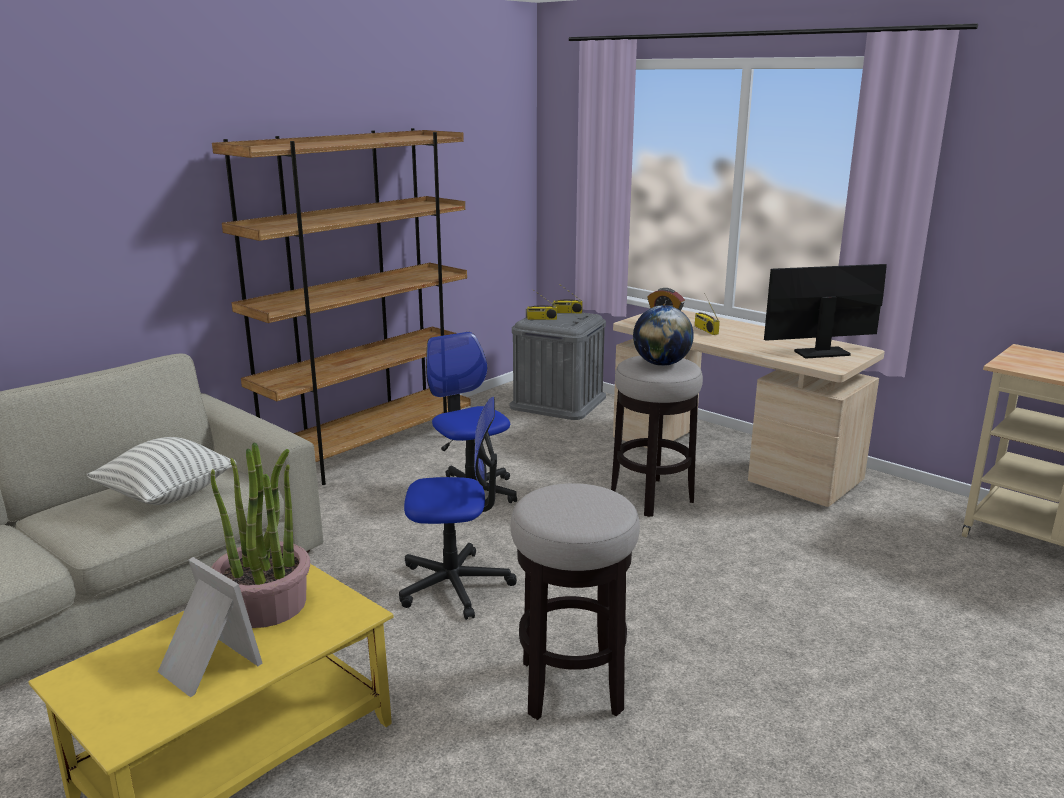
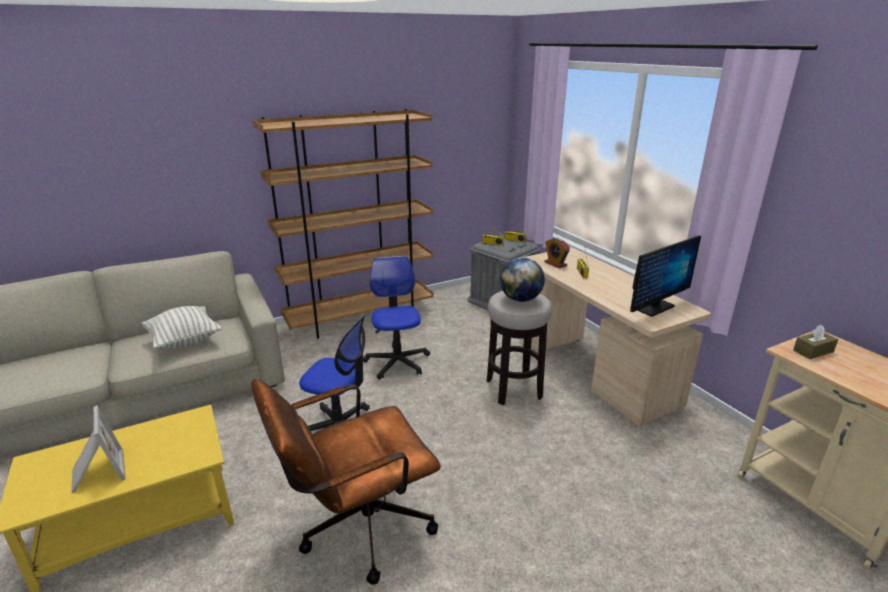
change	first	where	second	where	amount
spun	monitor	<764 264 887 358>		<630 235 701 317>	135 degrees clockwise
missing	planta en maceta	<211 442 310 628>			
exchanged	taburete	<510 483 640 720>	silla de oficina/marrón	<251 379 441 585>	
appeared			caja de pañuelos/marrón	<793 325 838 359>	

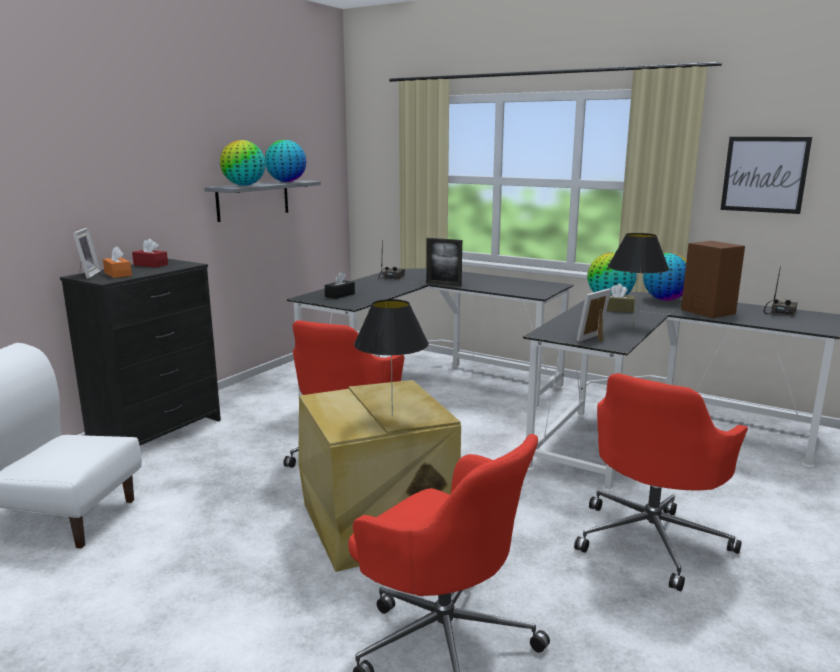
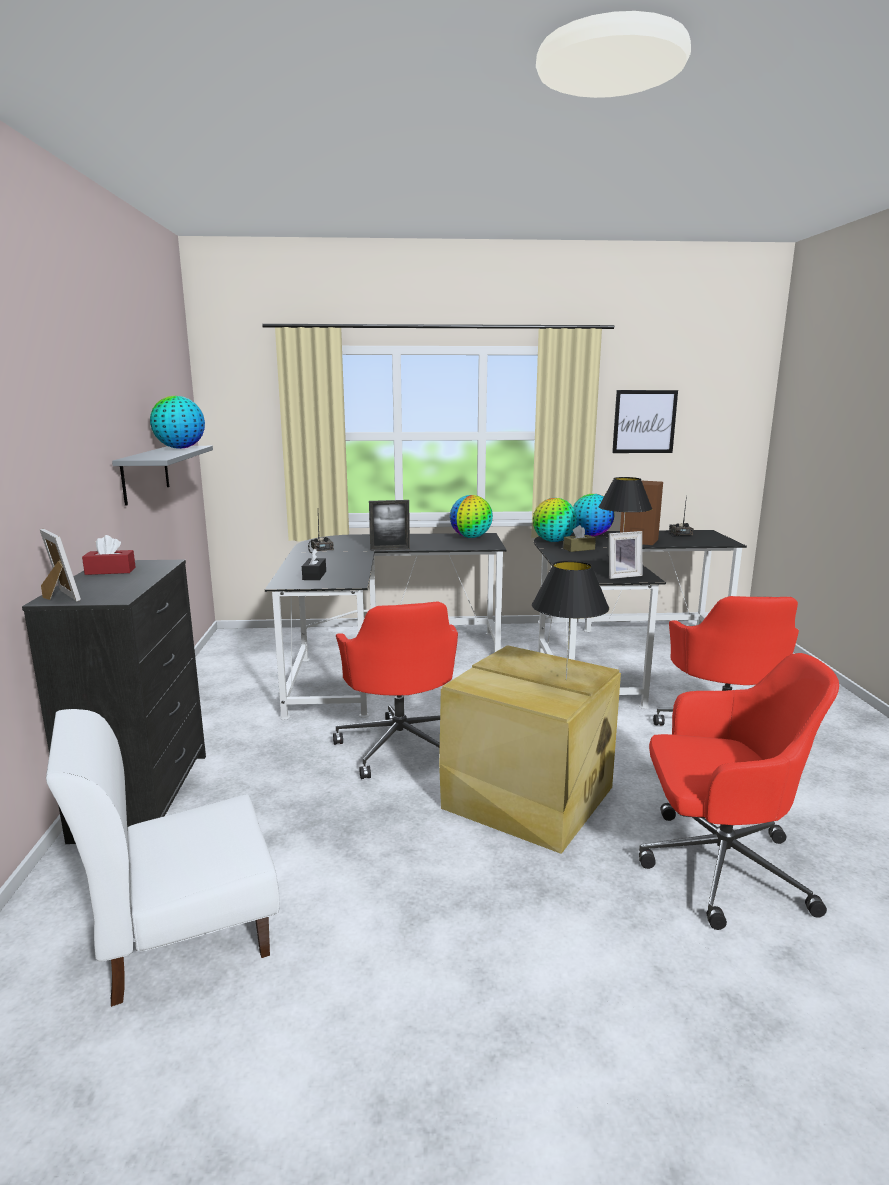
change	first	where	second	where	amount
relocated	globo terráqueo	<220 140 266 186>		<450 495 493 538>	
missing	caja de pañuelos/naranja	<103 246 132 278>			
spun	portarretratos	<576 288 611 342>		<609 531 642 579>	120 degrees counterclockwise

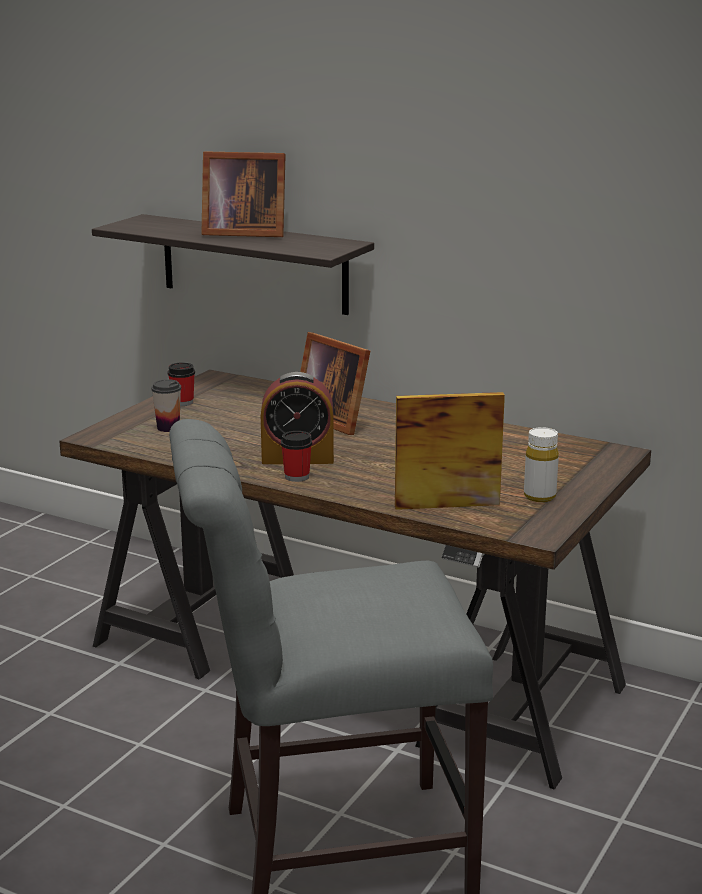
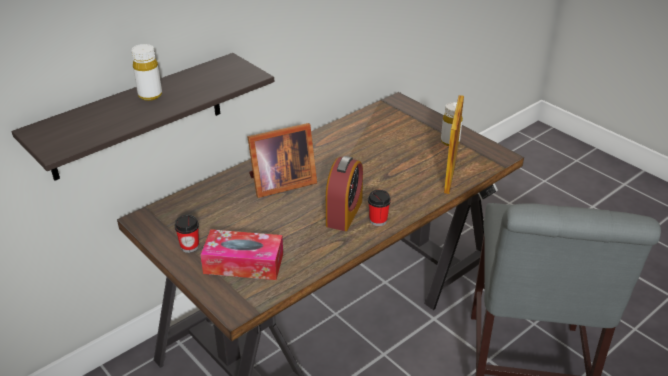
change	first	where	second	where	amount
exchanged	portarretratos	<201 151 286 237>	botella/blanco	<132 44 162 101>	
exchanged	taza	<151 379 181 432>	caja de pañuelos	<200 229 283 280>	

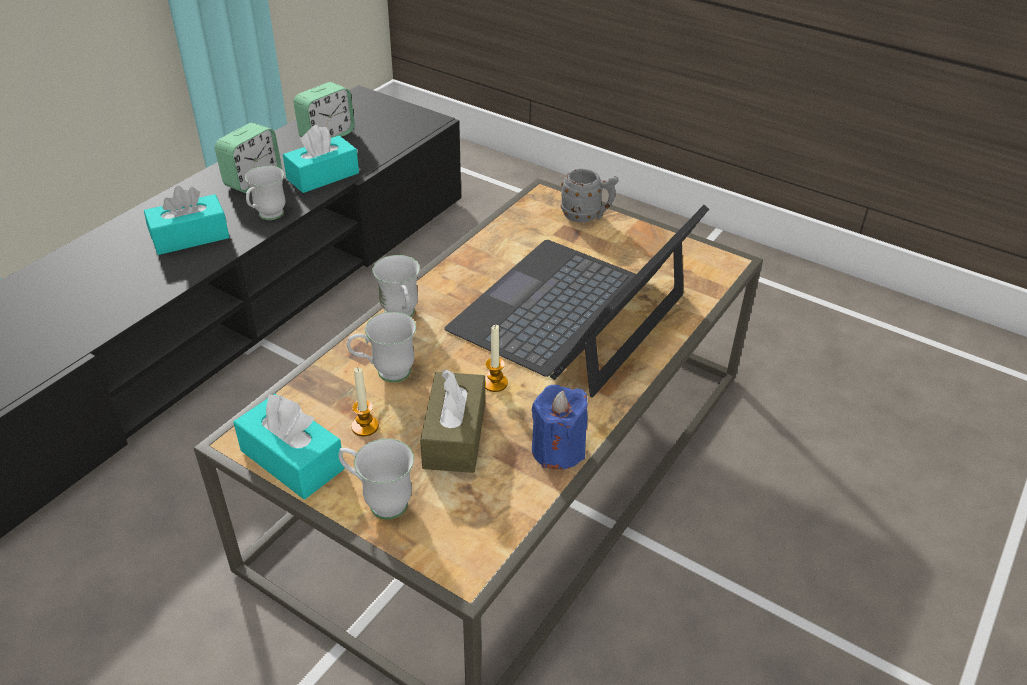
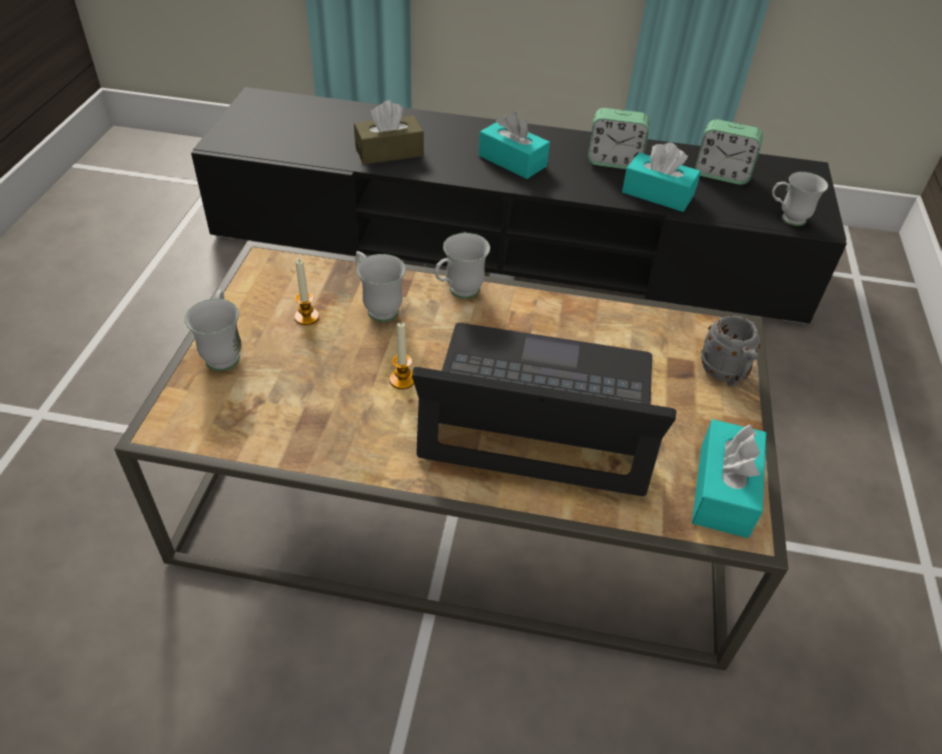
change	first	where	second	where	amount
relocated	taza grande/blanco	<245 166 285 220>		<772 172 828 226>	
relocated	caja de pañuelos/marrón	<420 369 485 473>		<354 100 424 164>	
missing	vela/azul	<532 385 588 469>			
relocated	caja de pañuelos/turquesa	<233 394 345 499>		<692 419 766 538>	

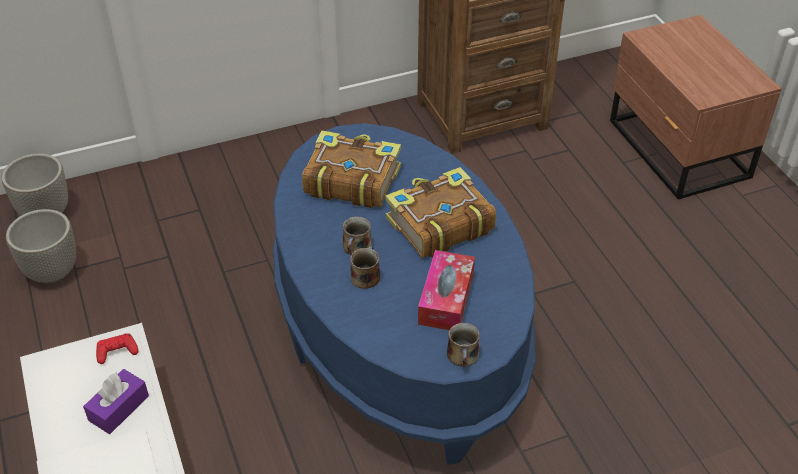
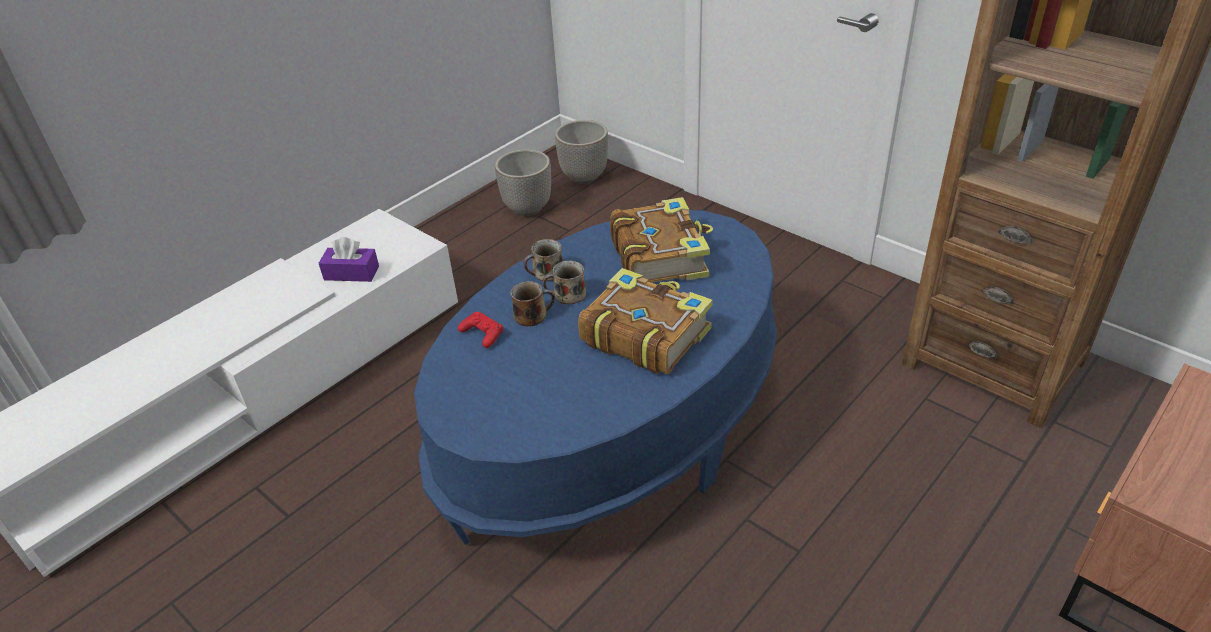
change	first	where	second	where	amount
missing	caja de pañuelos	<418 250 475 330>			
relocated	taza grande	<447 323 480 367>		<523 239 563 281>	
relocated	mando de consola/rojo	<96 333 139 364>		<458 312 503 348>	

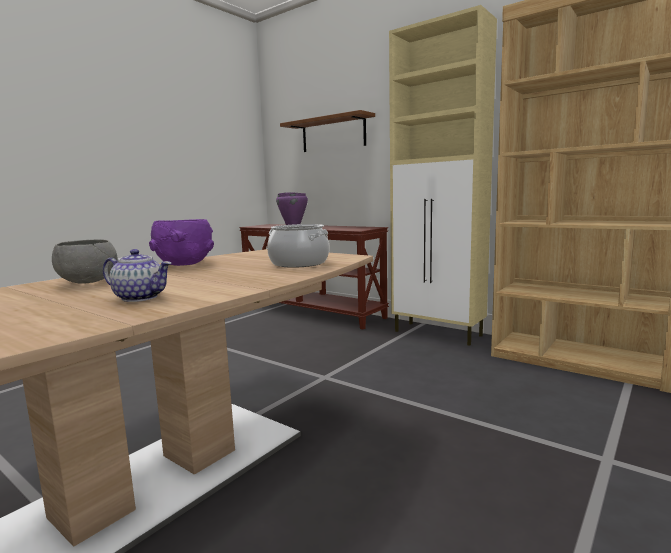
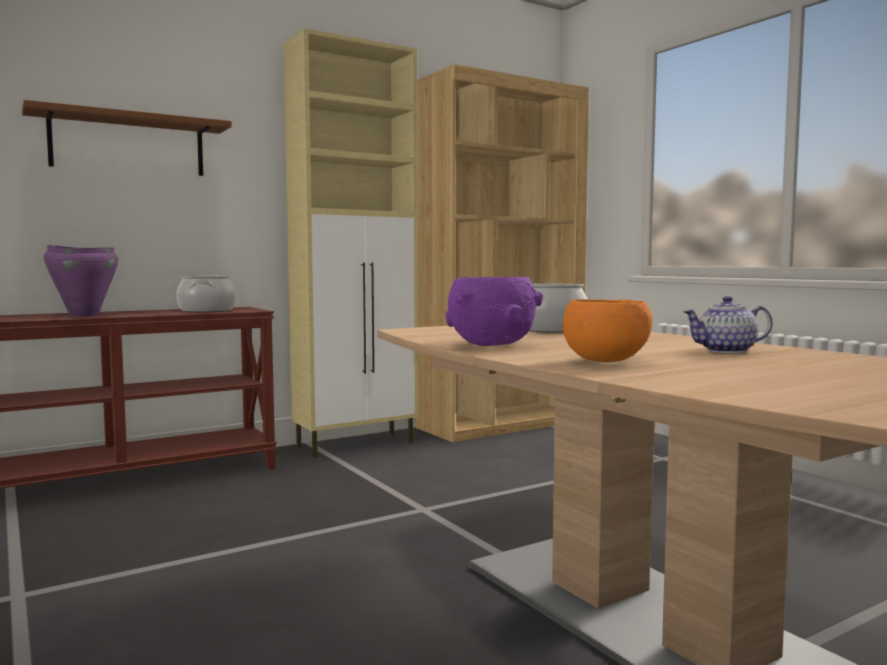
change	first	where	second	where	amount
colour	cuenco/gris	<52 240 117 284>	cuenco/naranja	<563 299 653 362>	
spun	tetera	<103 249 171 302>		<683 296 773 353>	135 degrees counterclockwise
appeared			olla	<176 276 236 312>	

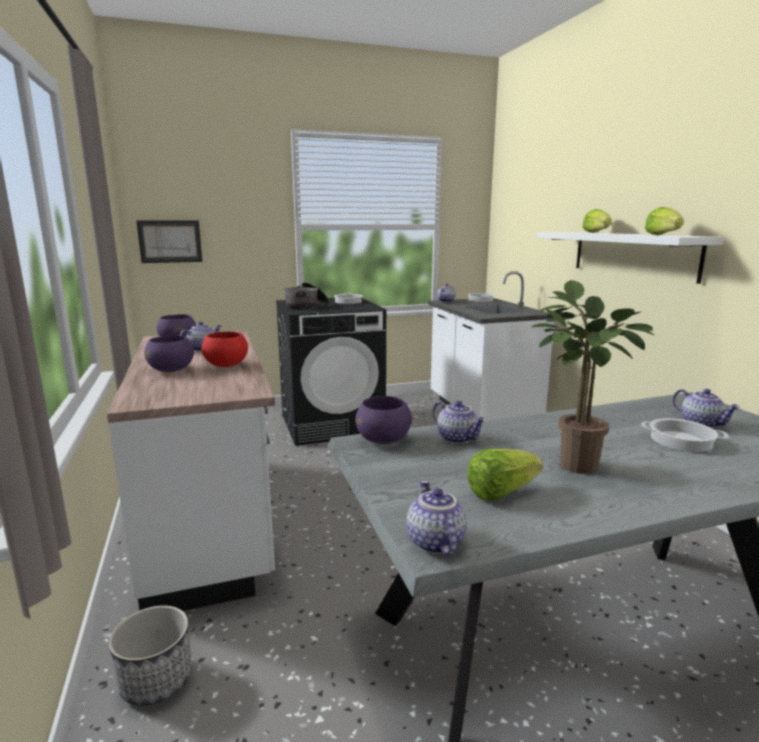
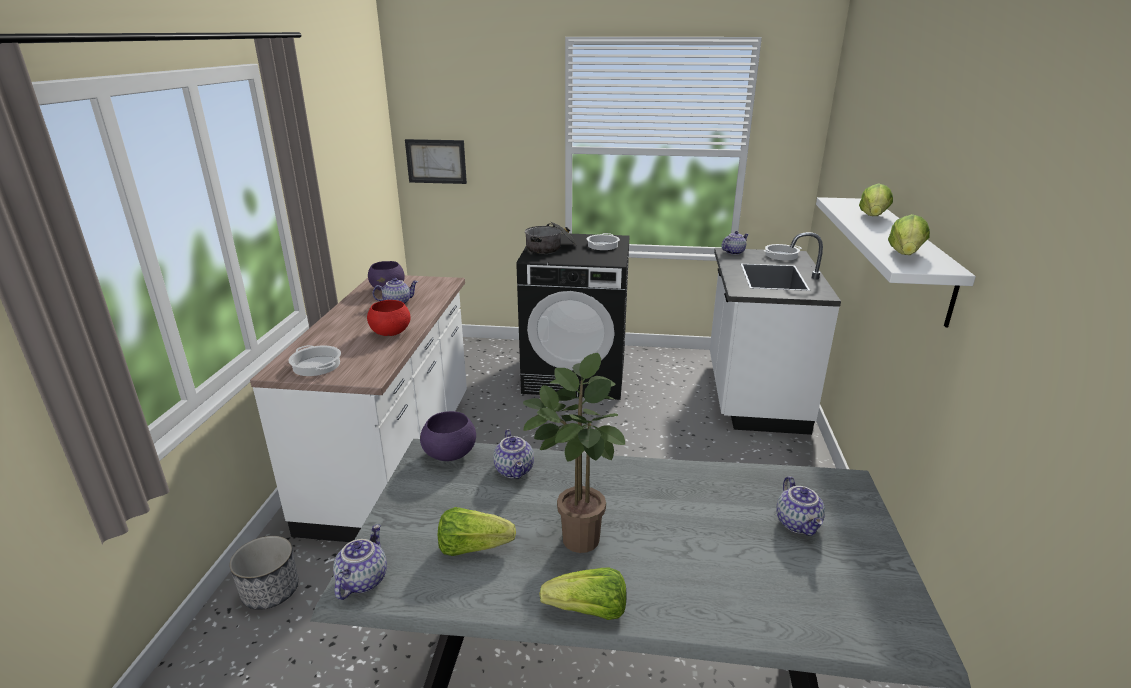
change	first	where	second	where	amount
missing	cuenco/morado	<144 335 194 372>			
relocated	olla	<641 418 729 452>		<288 345 341 376>	
appeared			lechuga	<539 567 626 620>	

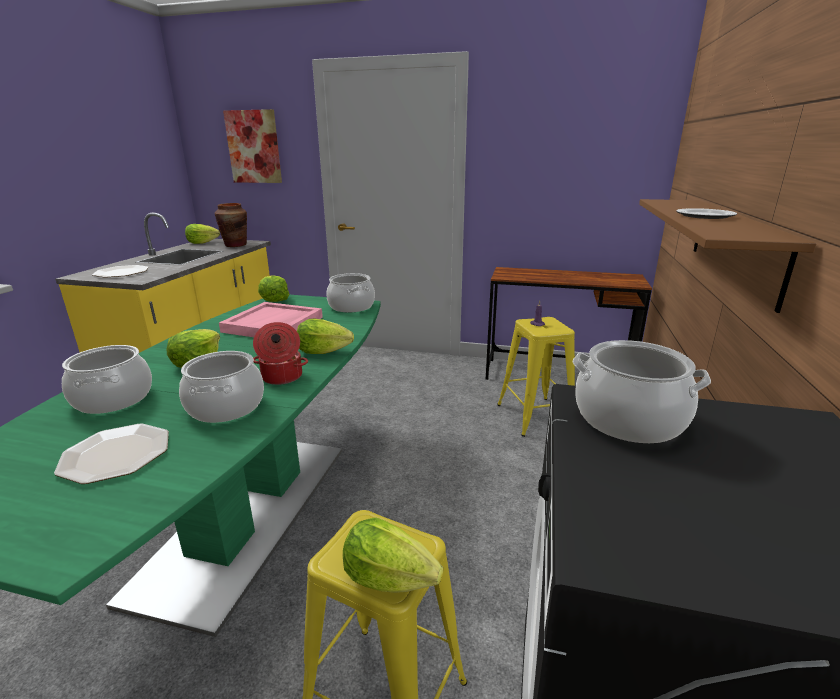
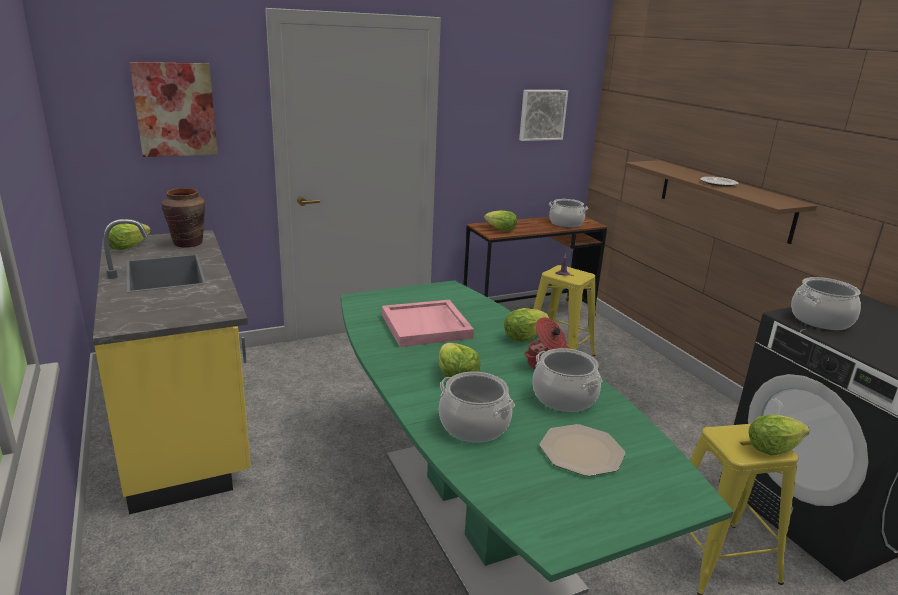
change	first	where	second	where	amount
missing	plato	<92 265 149 278>			
relocated	olla	<326 273 375 312>		<549 199 588 227>	
relocated	lechuga	<258 275 289 302>		<484 210 517 232>	
appeared			cuadro	<519 90 568 141>	

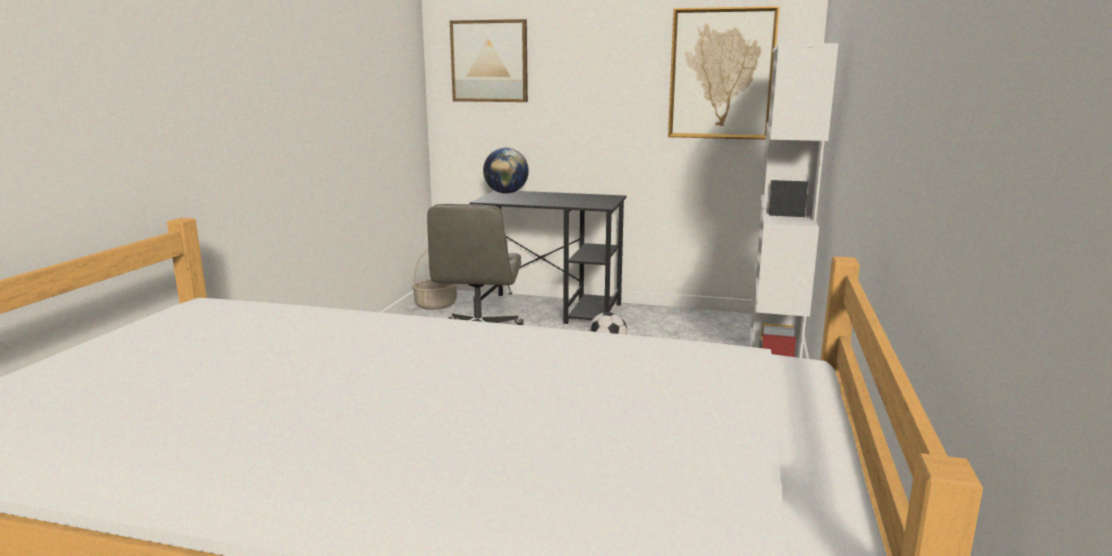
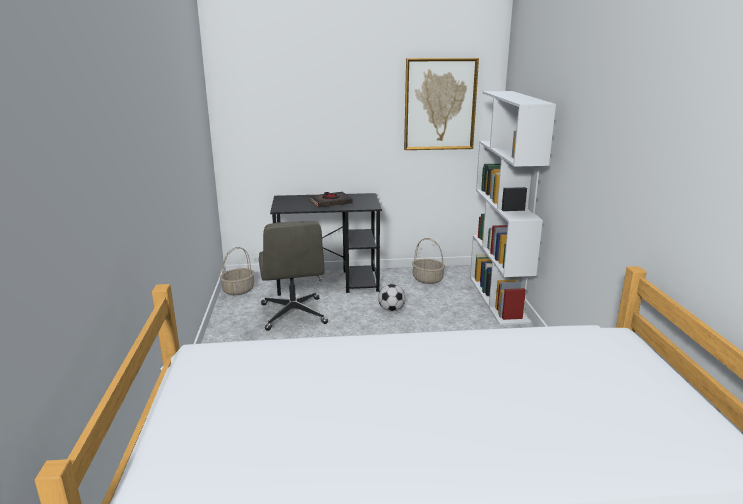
change	first	where	second	where	amount
missing	cuadro	<450 19 528 102>			
missing	globo terráqueo	<483 148 529 194>			
appeared			libro/negro	<310 192 353 207>	
appeared			cesta	<412 238 445 284>	

